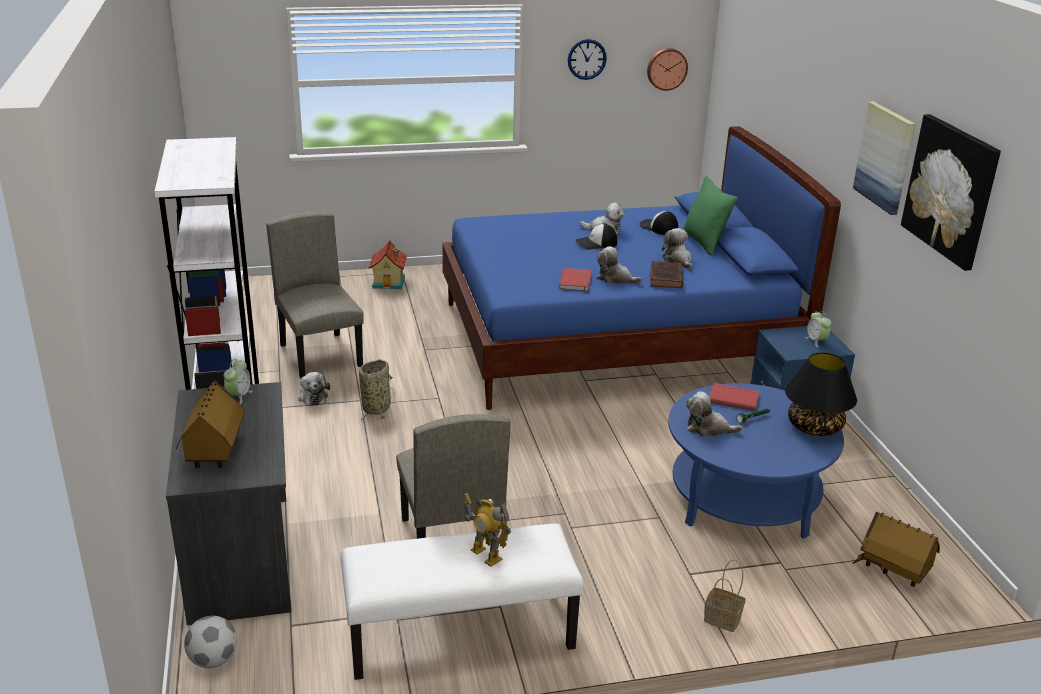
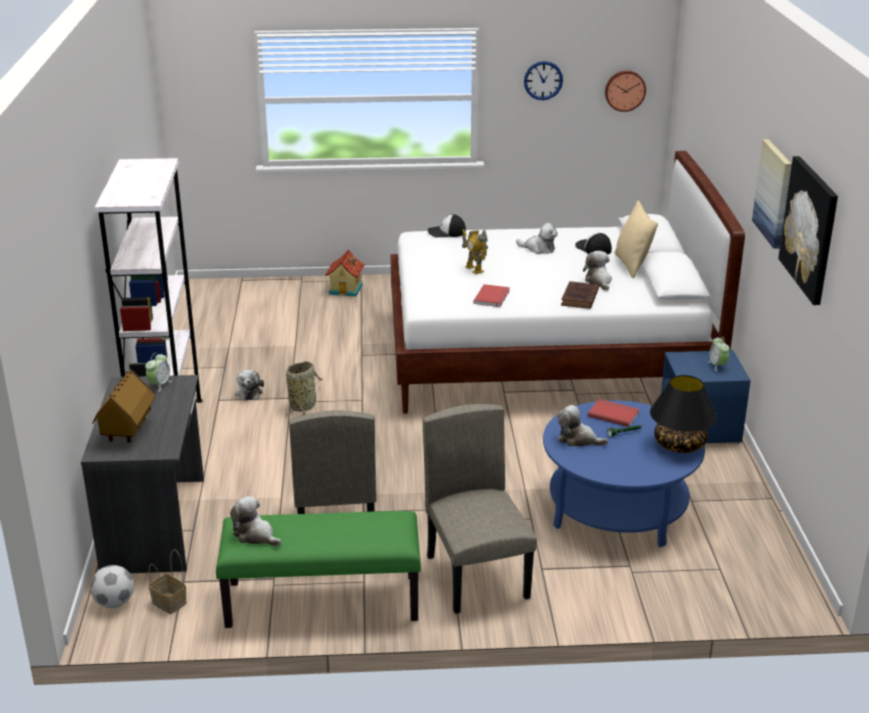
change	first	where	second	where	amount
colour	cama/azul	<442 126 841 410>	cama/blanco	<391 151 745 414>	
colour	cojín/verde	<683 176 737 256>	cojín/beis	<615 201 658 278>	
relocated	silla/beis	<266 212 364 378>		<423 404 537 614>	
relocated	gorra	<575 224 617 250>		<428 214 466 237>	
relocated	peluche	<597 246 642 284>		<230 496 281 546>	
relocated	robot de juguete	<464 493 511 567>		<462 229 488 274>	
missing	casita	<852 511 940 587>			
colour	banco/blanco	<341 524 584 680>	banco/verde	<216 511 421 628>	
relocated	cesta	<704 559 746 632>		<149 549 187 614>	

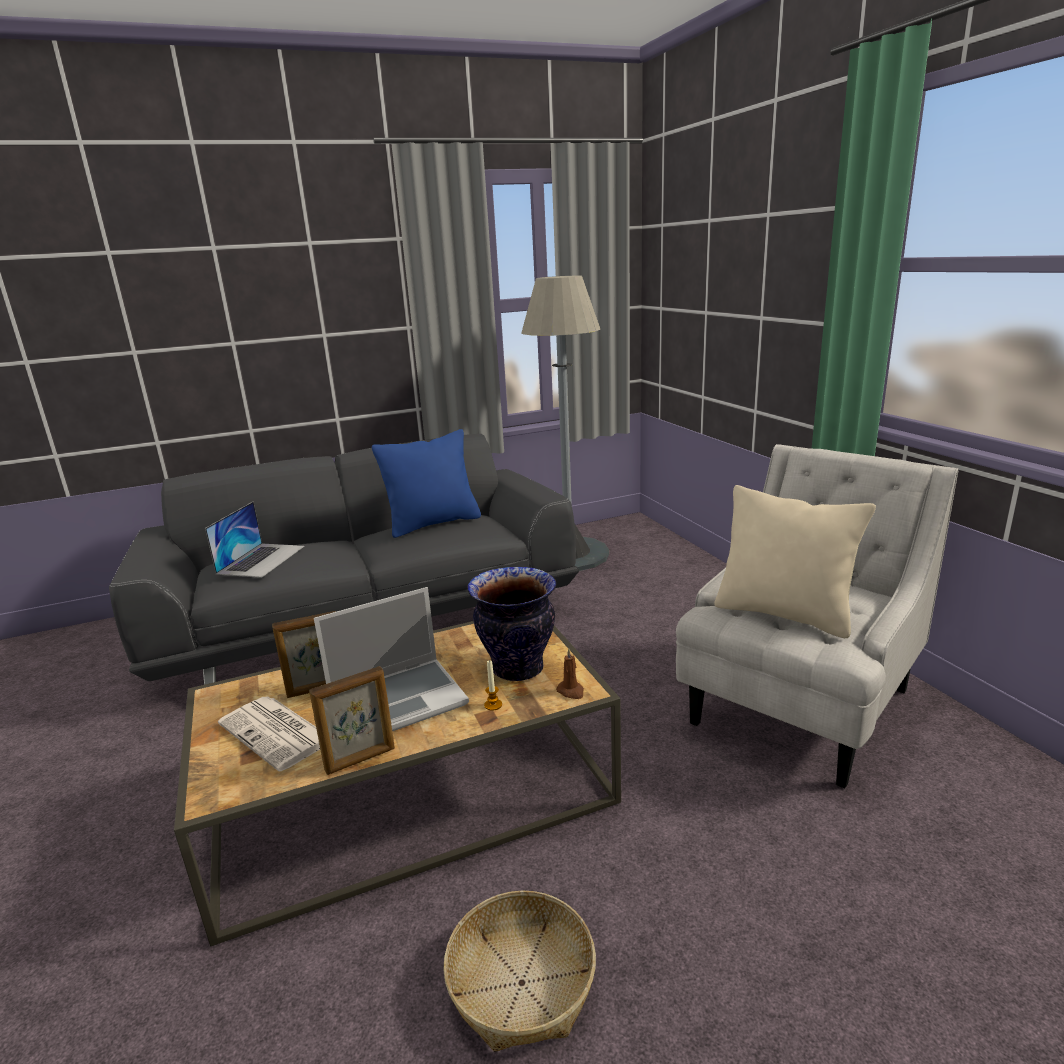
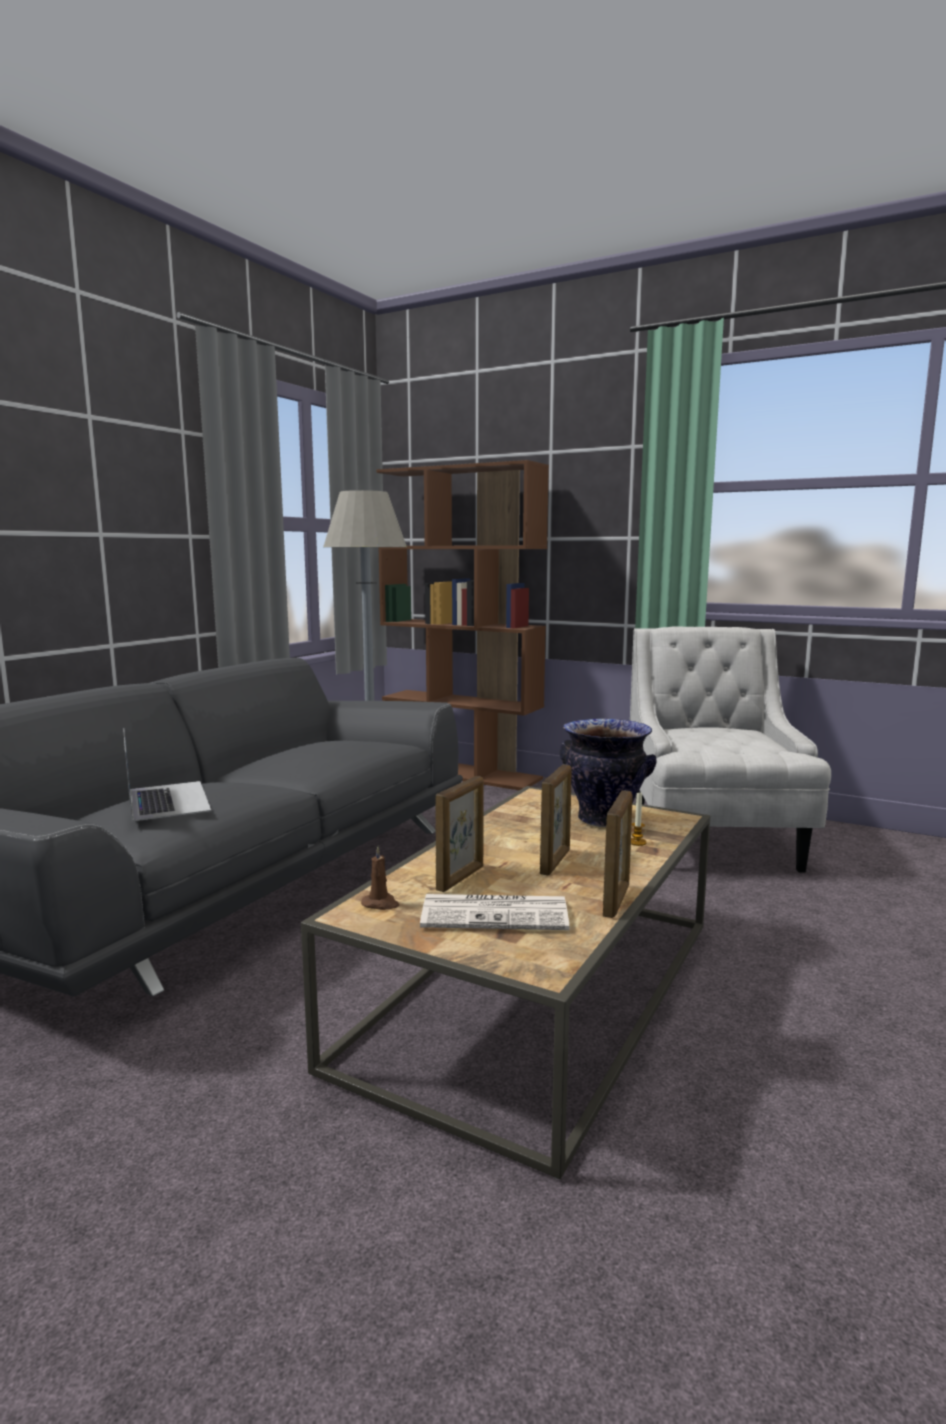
change	first	where	second	where	amount
missing	cojín/azul	<372 429 481 538>			
missing	cojín/beis	<714 485 876 638>			
exchanged	portátil	<314 587 469 731>	portarretratos	<540 765 572 875>	
relocated	vela/marrón	<556 648 584 699>		<361 846 399 910>	
missing	cesta	<443 891 596 1052>			
appeared			estantería/marrón	<376 460 549 790>	

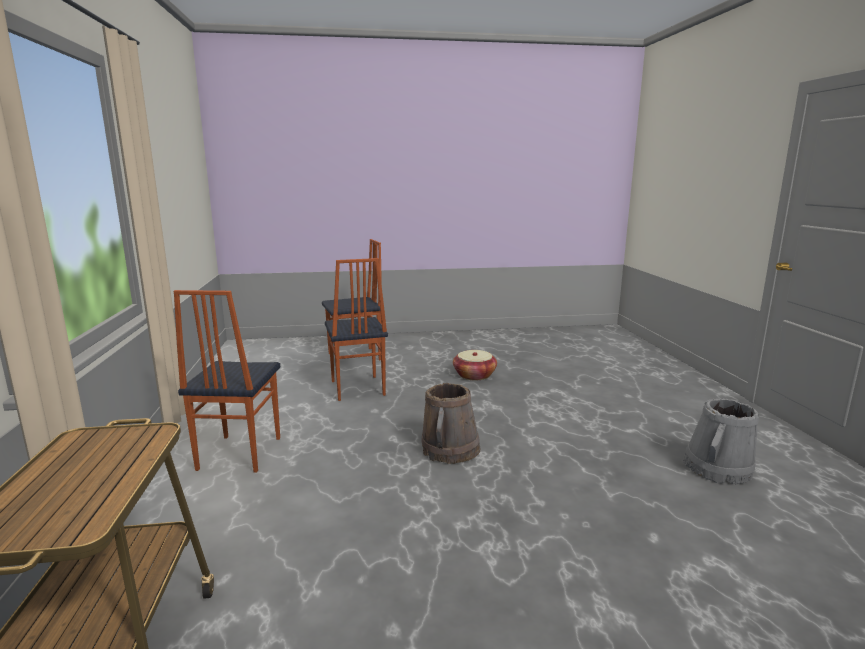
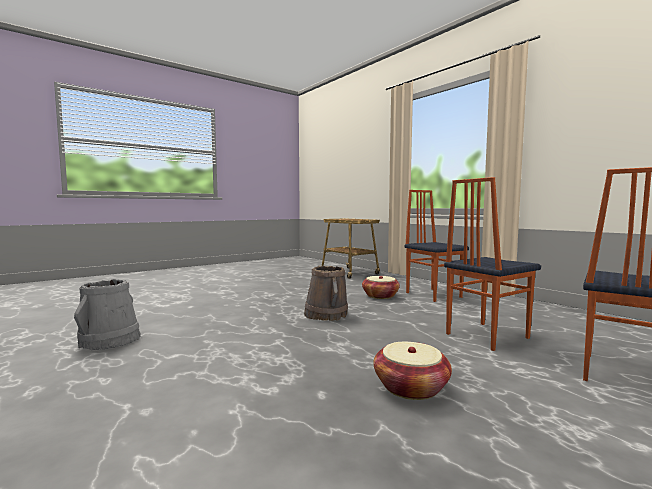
change	first	where	second	where	amount
spun	silla	<325 258 388 401>		<444 177 541 351>	75 degrees counterclockwise
appeared			cesta	<362 276 400 299>	

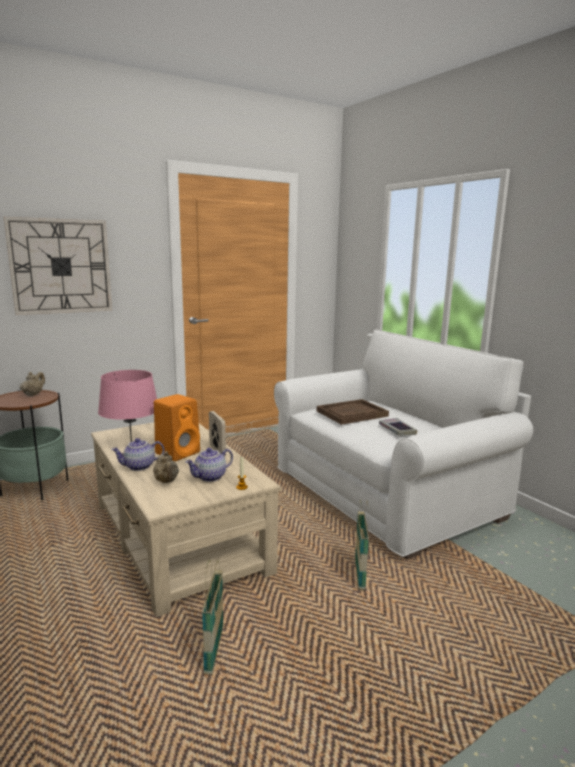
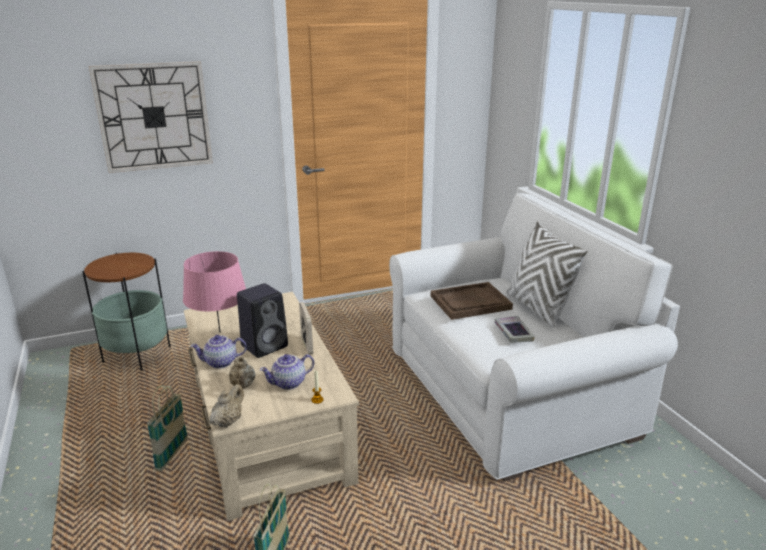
change	first	where	second	where	amount
relocated	tetera/beis	<20 372 45 396>		<210 384 244 428>	
colour	altavoz/naranja	<154 394 200 461>	altavoz/negro	<237 283 288 358>	
relocated	cesta	<355 500 369 590>		<147 385 188 472>	
appeared			cojín/blanco	<506 221 588 328>	

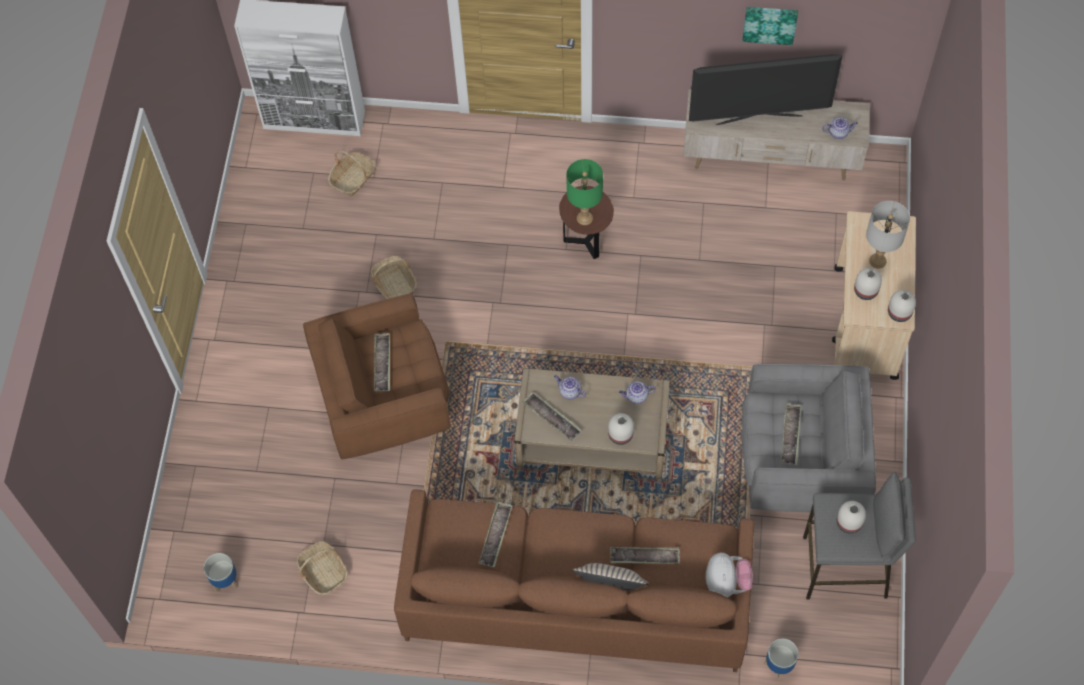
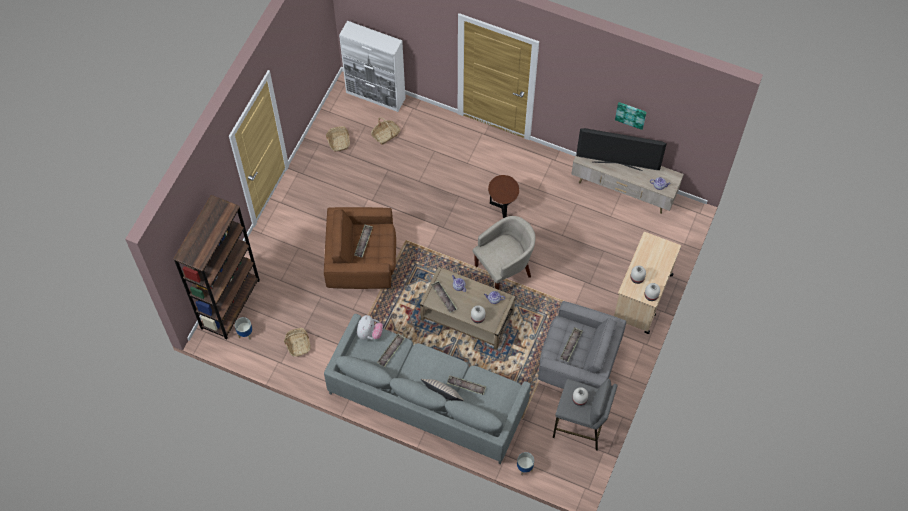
change	first	where	second	where	amount
missing	lámpara de mesa/verde	<566 159 603 225>			
missing	lámpara de mesa/gris	<866 201 910 269>			
relocated	cesta	<371 256 417 299>		<326 126 350 151>	
colour	sofá/marrón	<394 490 754 672>	sofá/gris	<324 314 531 464>	
relocated	peluche	<705 553 753 597>		<357 315 383 340>	
appeared			estantería/marrón	<173 195 260 340>	
appeared			sillón/beis	<473 216 535 290>	

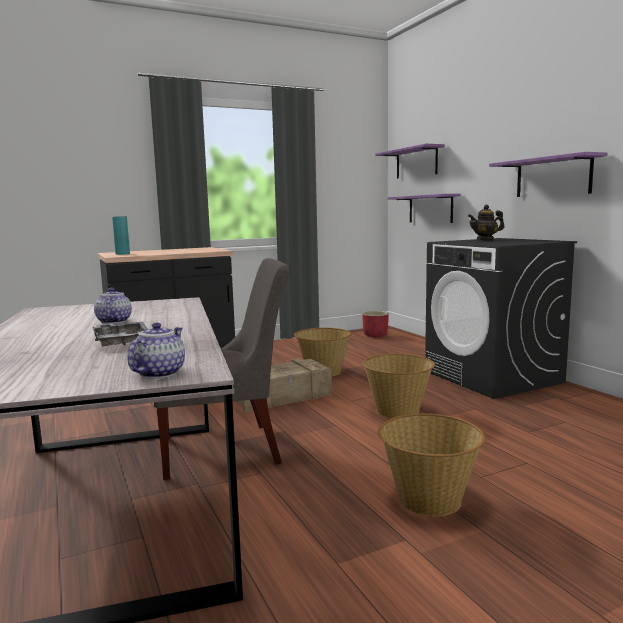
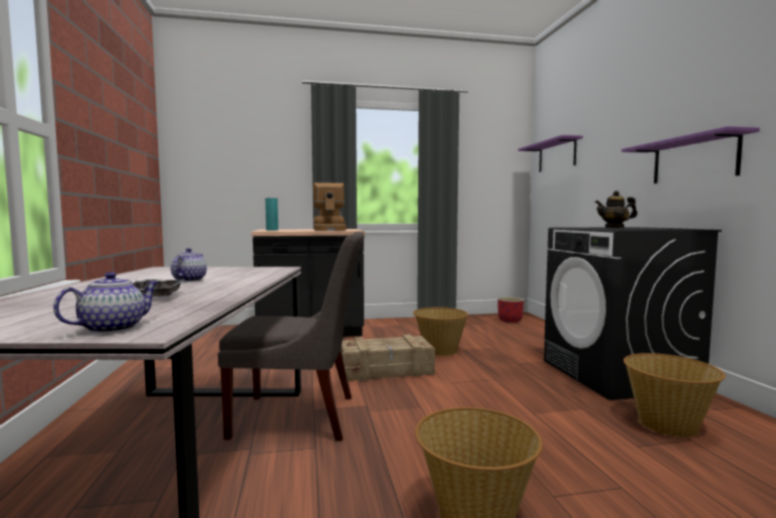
change	first	where	second	where	amount
missing	estante/morado	<387 194 461 223>			
relocated	cesta	<363 354 435 418>		<623 353 726 438>	
appeared			cafetera	<313 183 346 231>	

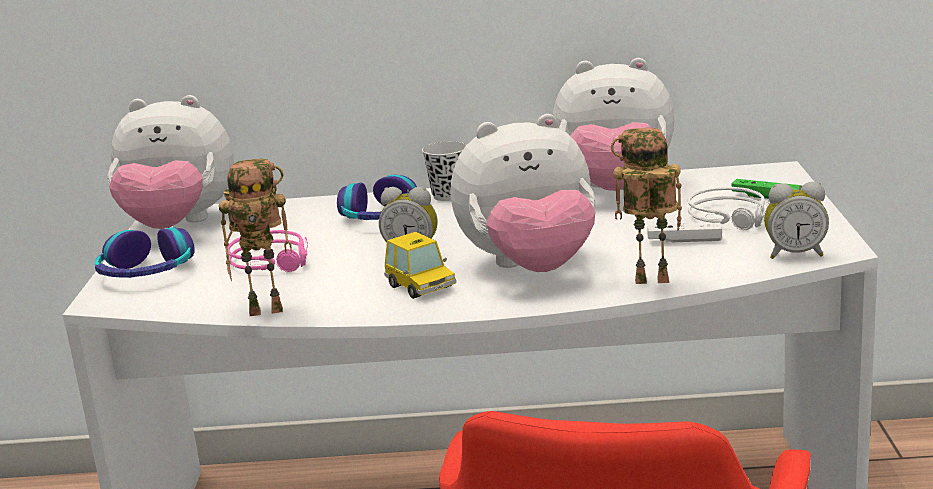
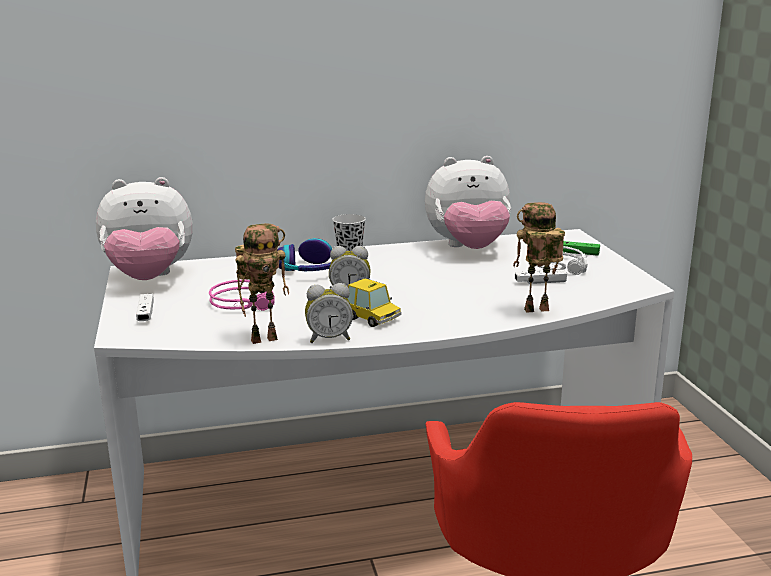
change	first	where	second	where	amount
missing	peluche	<451 114 595 272>			
relocated	despertador	<764 182 829 259>		<305 283 353 343>	
exchanged	auriculares	<95 227 195 278>	mando de consola/blanco	<136 294 154 321>	

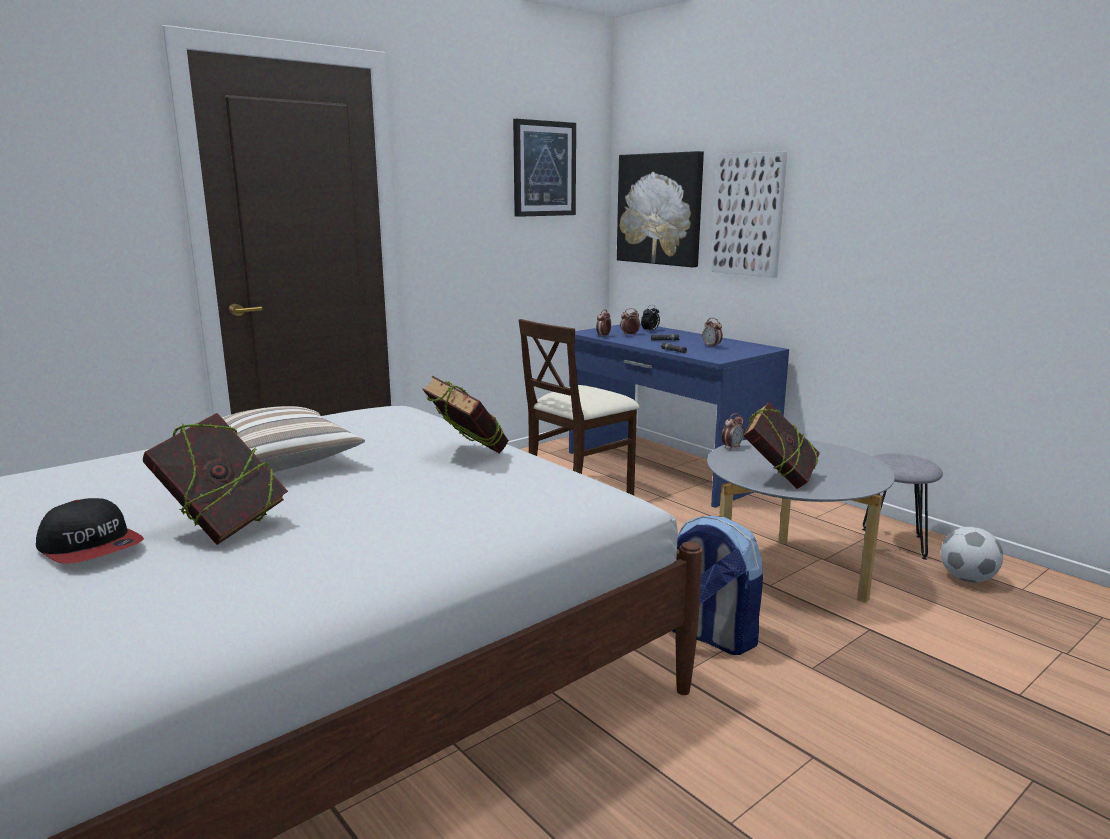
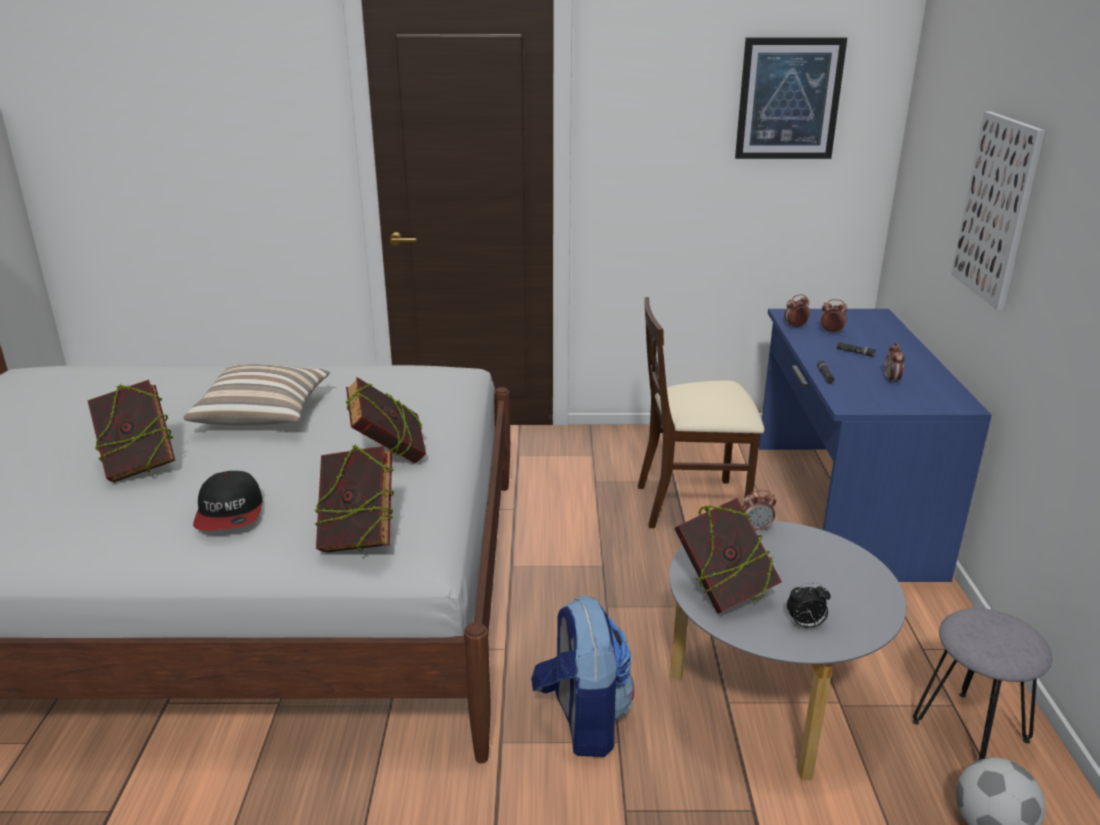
change	first	where	second	where	amount
missing	cuadro	<617 151 704 267>			
relocated	despertador	<641 305 660 331>		<787 583 831 628>	
relocated	gorra	<36 498 144 564>		<193 471 263 531>	
appeared			libro	<314 444 394 553>	

